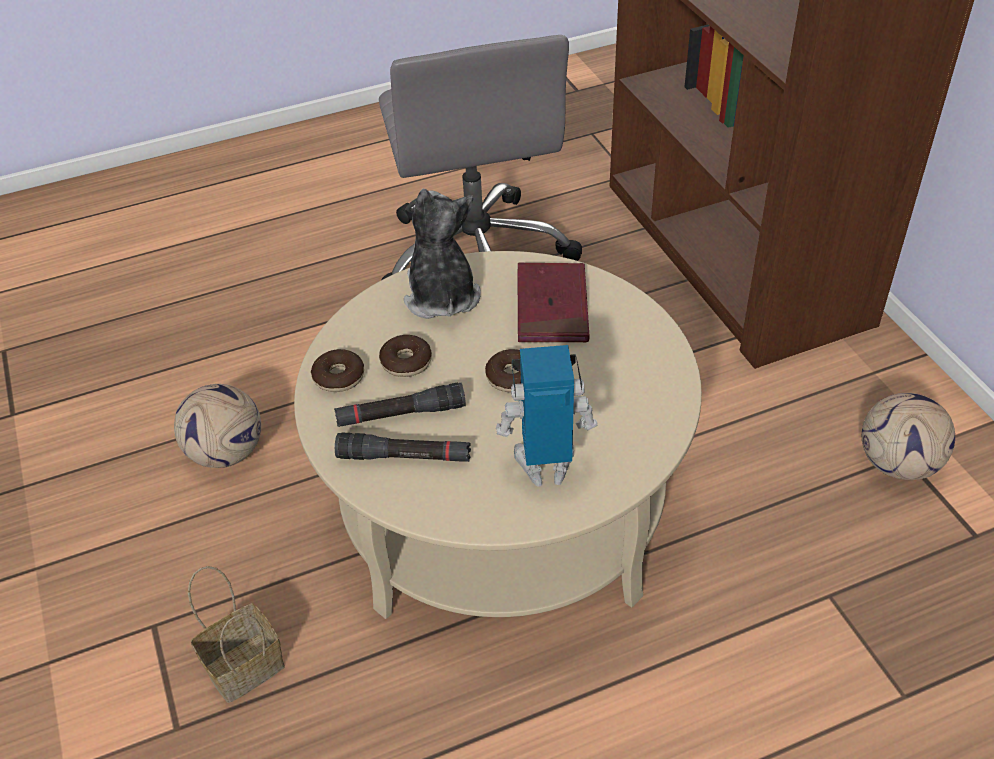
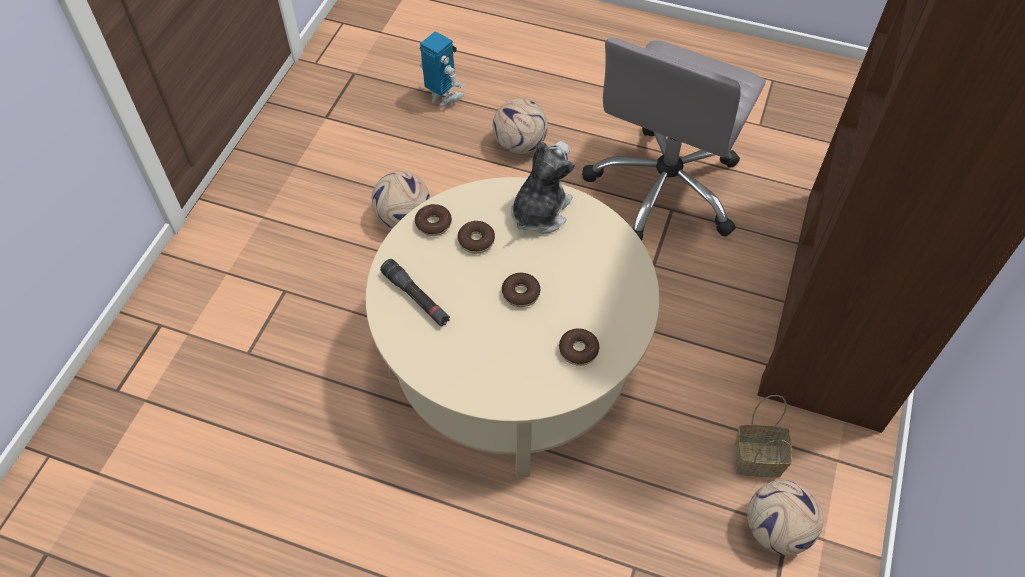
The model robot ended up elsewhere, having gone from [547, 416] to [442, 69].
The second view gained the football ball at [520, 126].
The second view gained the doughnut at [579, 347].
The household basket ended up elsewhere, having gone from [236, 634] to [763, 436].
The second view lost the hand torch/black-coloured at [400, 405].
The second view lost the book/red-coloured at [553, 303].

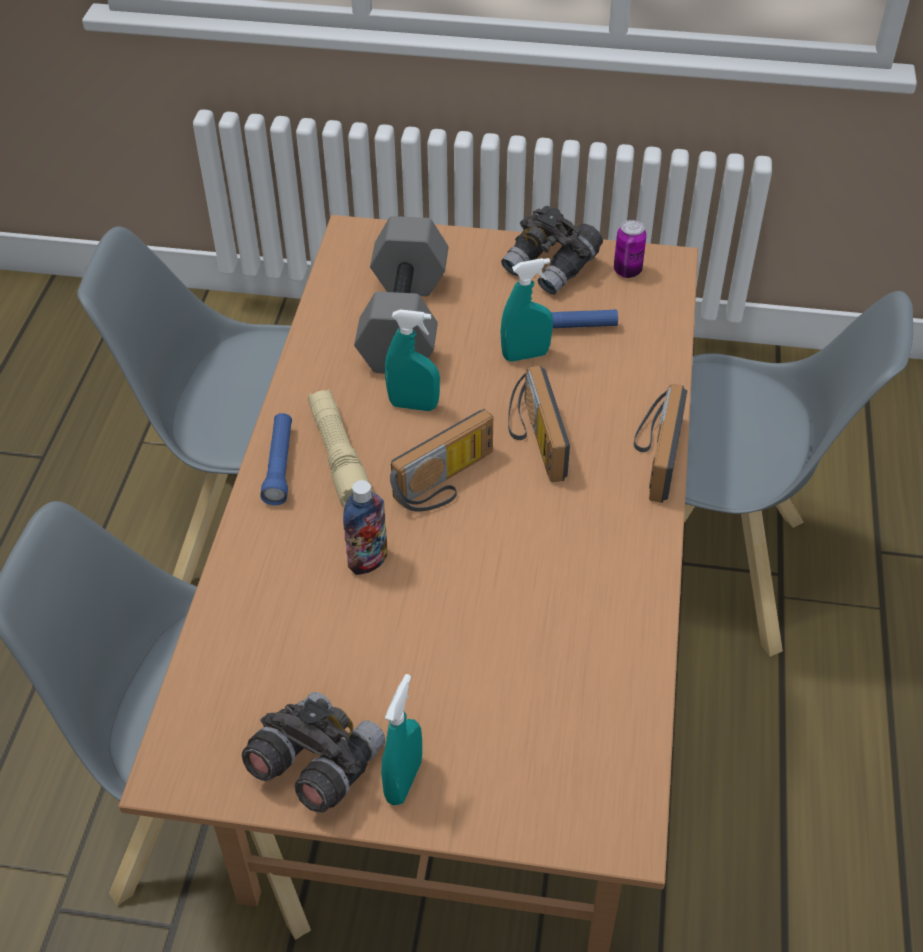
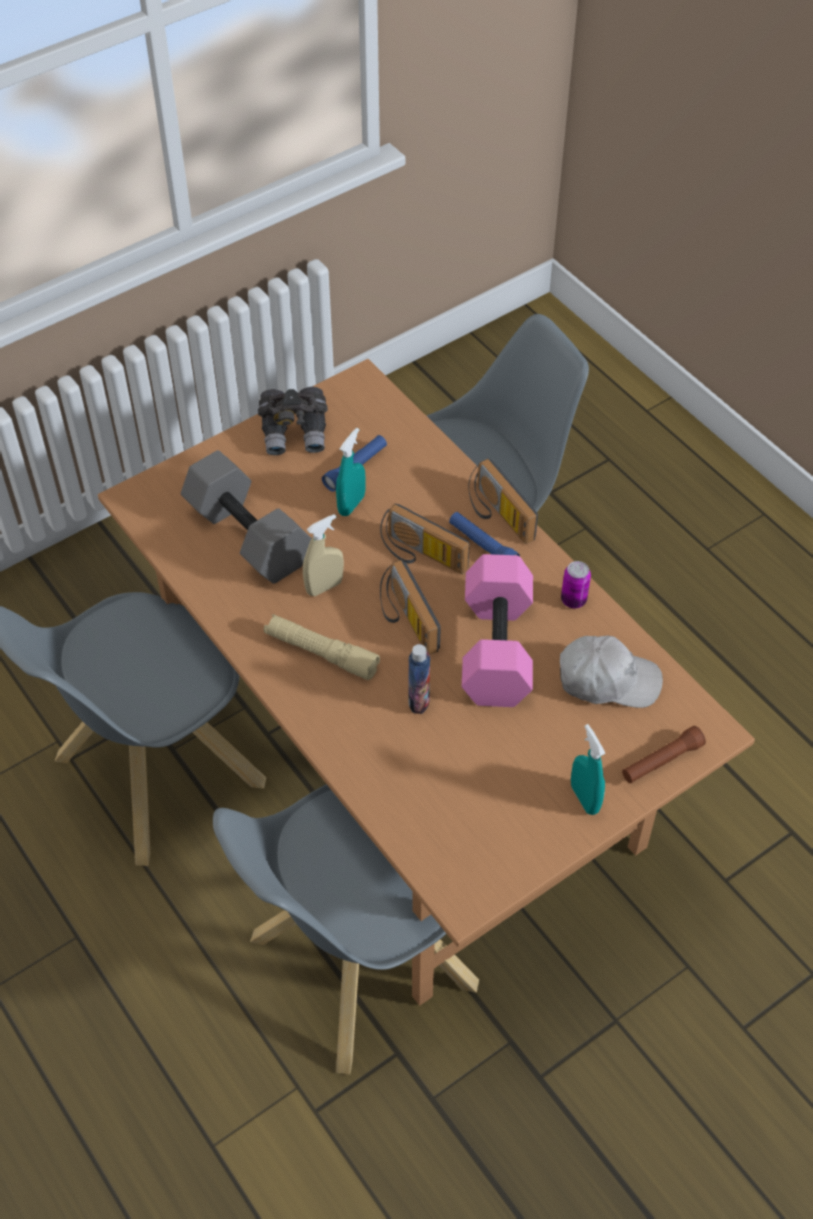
What was the sprayer/blue-green at [412, 360] turned into the sprayer/beige at [323, 555].
The radio at [441, 460] ended up facing another way, 150 degrees clockwise from before.
The hand torch/bluish ended up elsewhere, having gone from [276, 459] to [484, 534].
The second view gained the free weight/pink at [497, 630].
The second view gained the cap/white at [611, 672].
The metal can ended up elsewhere, having gone from [630, 249] to [576, 584].
The second view gained the hand torch/brown at [664, 754].
The second view lost the pair of binoculars/gray at [313, 752].

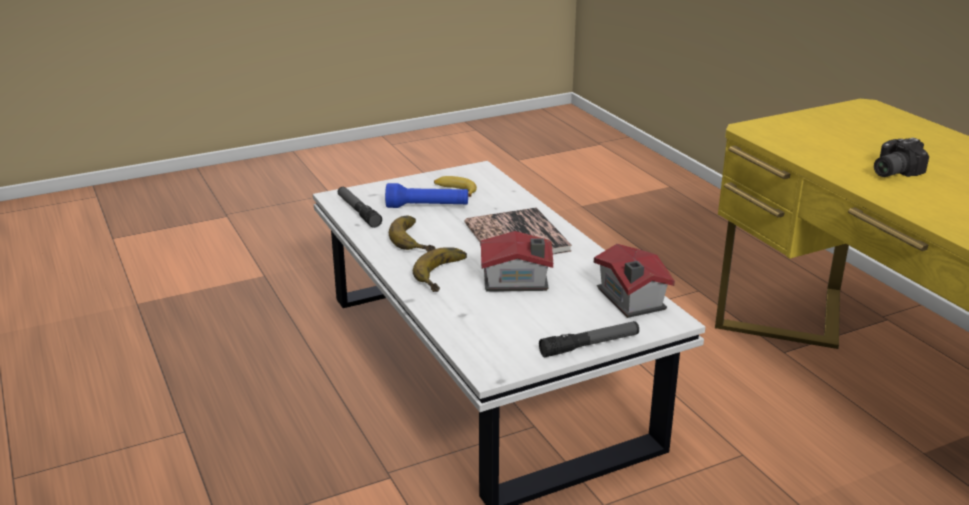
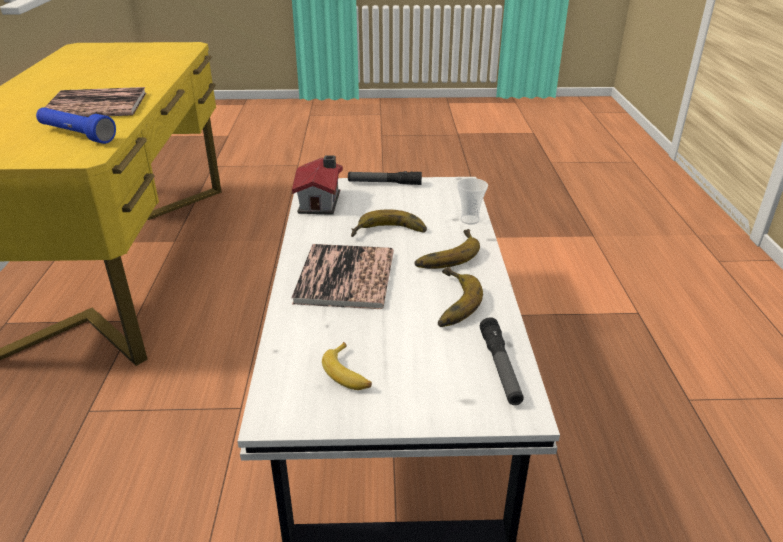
The hand torch/bluish ended up elsewhere, having gone from [426, 195] to [76, 125].
Where the photo camera stood at [901, 157], the book came to stand at [95, 102].
Where the miniature house stood at [516, 261], the banana fruit came to stand at [389, 223].
The second view gained the small cup at [472, 201].

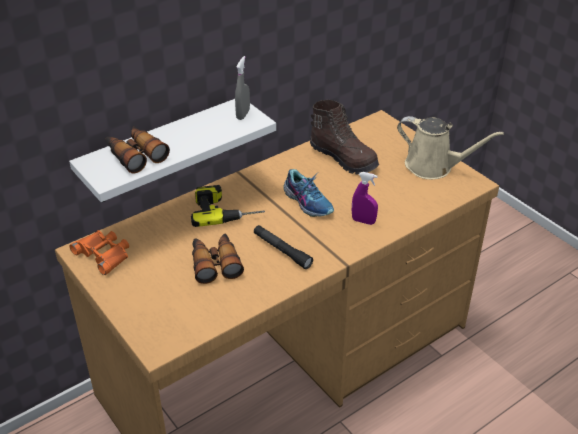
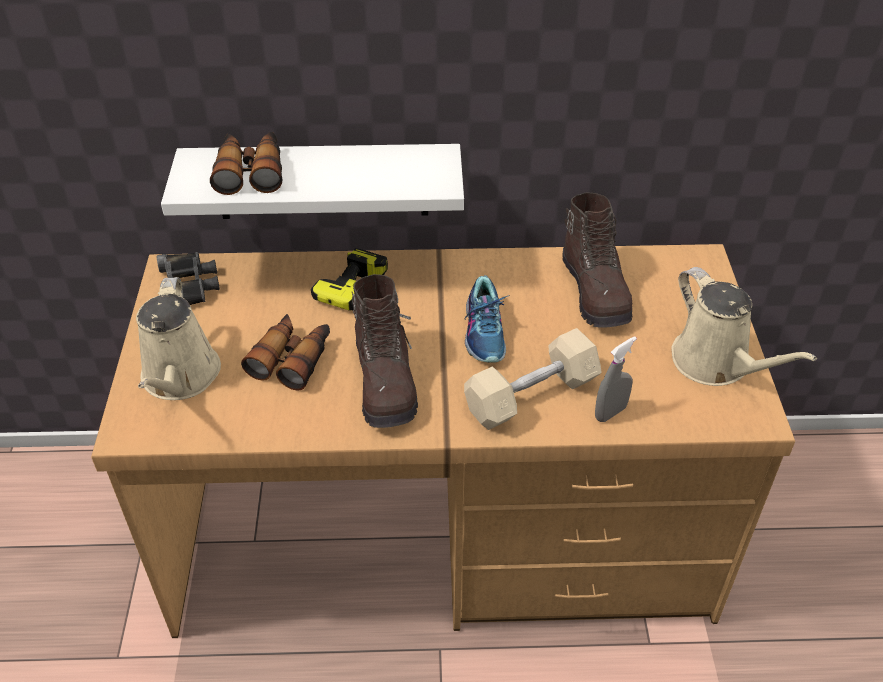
The second view gained the watering can/beige at [178, 338].
What was the pair of binoculars/orange-coloured at [99, 252] turned into the pair of binoculars/black-coloured at [188, 278].
Where the hand torch/black-coloured stood at [283, 247], the tall boot/brown came to stand at [385, 351].
Where the sprayer/purple-coloured stood at [365, 198], the free weight/beige came to stand at [533, 379].
The sprayer/gray ended up elsewhere, having gone from [242, 88] to [616, 379].

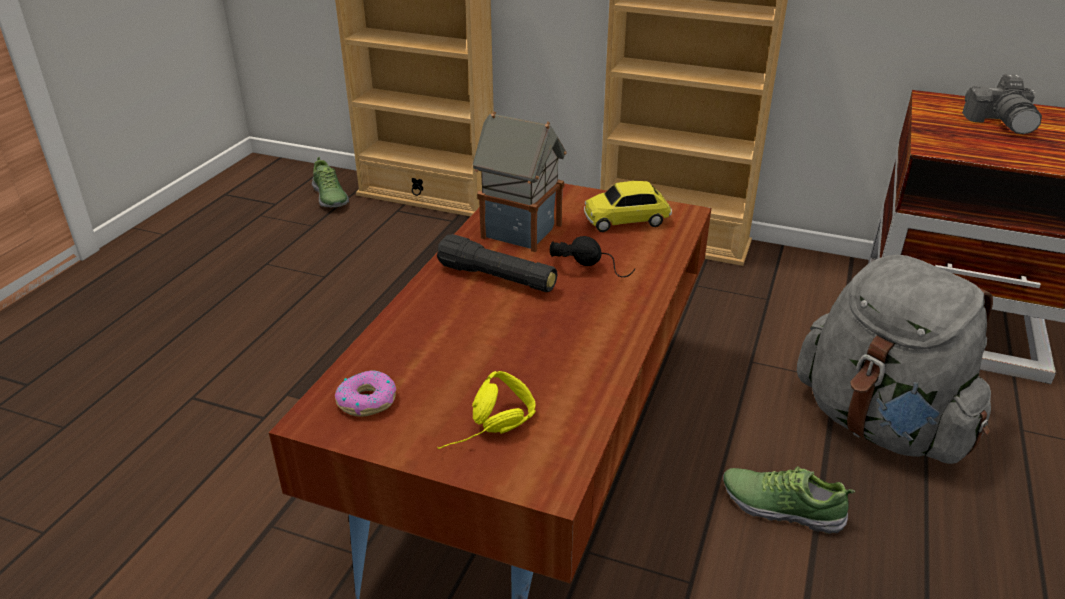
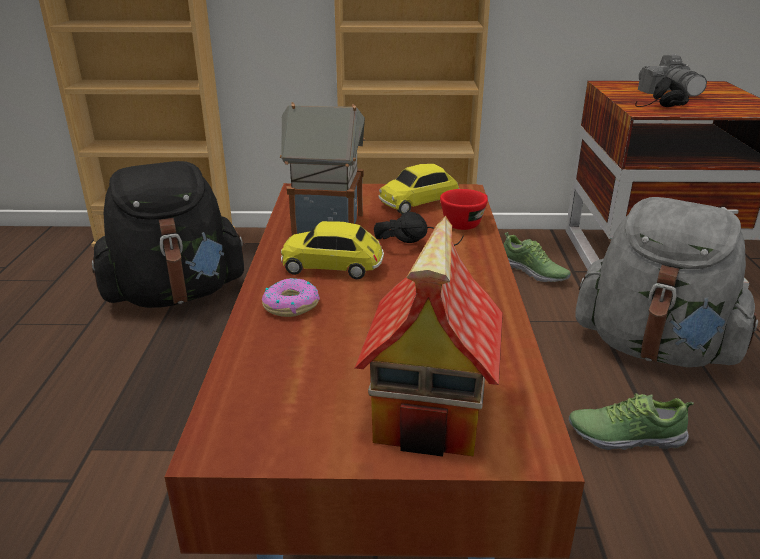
The second view gained the backpack/black-coloured at [169, 234].
The doughnut ended up elsewhere, having gone from [365, 393] to [291, 297].
Where the hand torch/black-coloured stood at [497, 263], the miniature car came to stand at [332, 250].
Where the headset/yellow stood at [486, 410], the miniature house came to stand at [429, 336].
The second view gained the small cup/red-coloured at [464, 209].
The low shoe ended up elsewhere, having gone from [330, 182] to [537, 257].
The second view gained the headset/black-coloured at [662, 92].

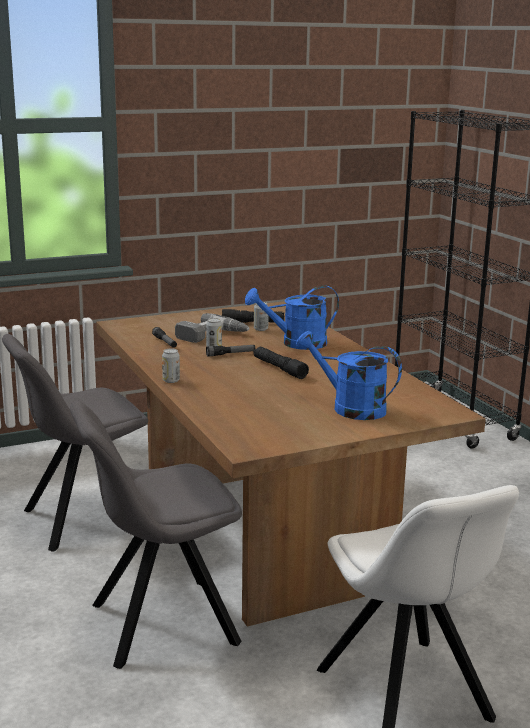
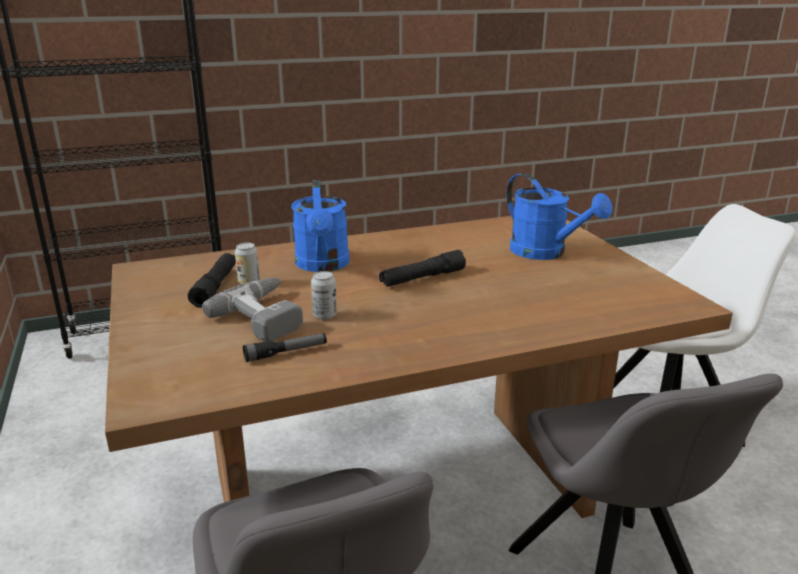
The watering can/bluish at [349, 375] ended up facing another way, 75 degrees counterclockwise from before.
The second view lost the metal can at [171, 366].
The second view lost the hand torch at [230, 351].

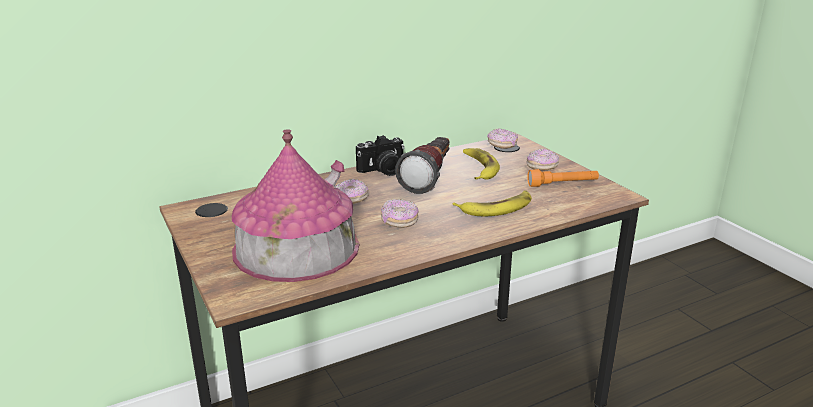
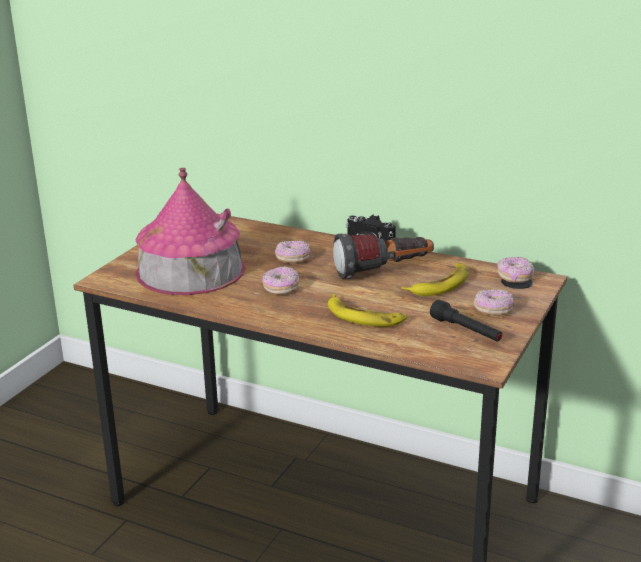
What was the hand torch/orange-coloured at [563, 178] turned into the hand torch/black-coloured at [466, 321].

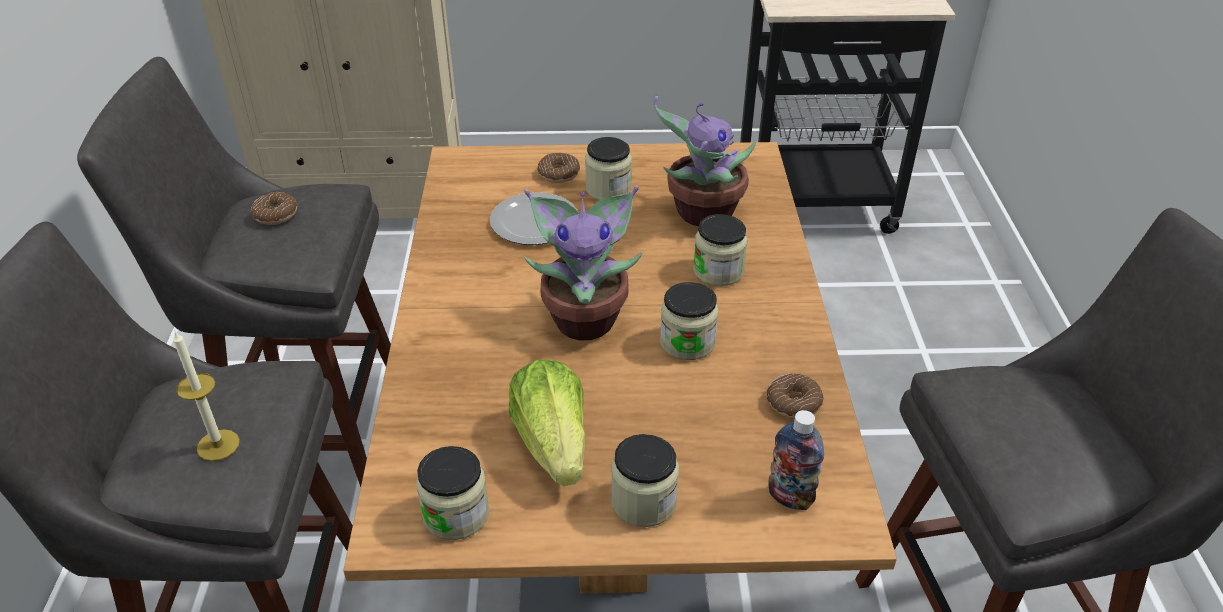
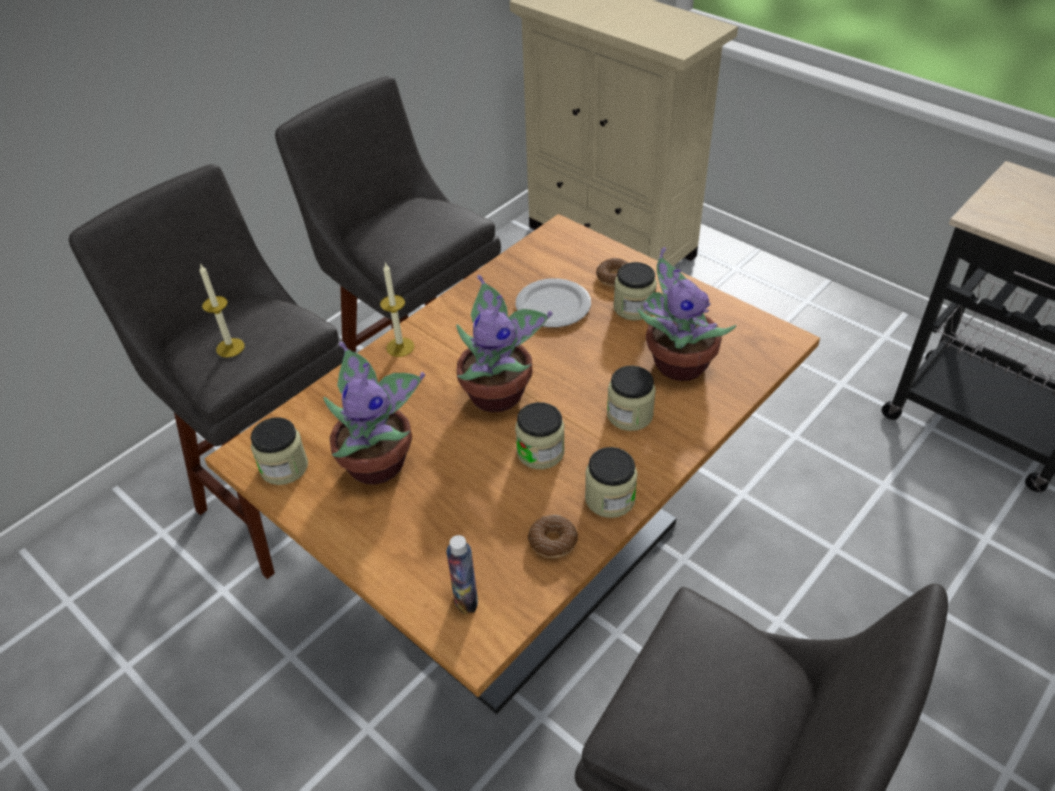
Where the lettuce stood at [547, 423], the potted plant came to stand at [374, 413].
The second view gained the wax candle at [397, 309].
The jar ended up elsewhere, having gone from [645, 480] to [611, 482].
The second view lost the doughnut at [274, 208].

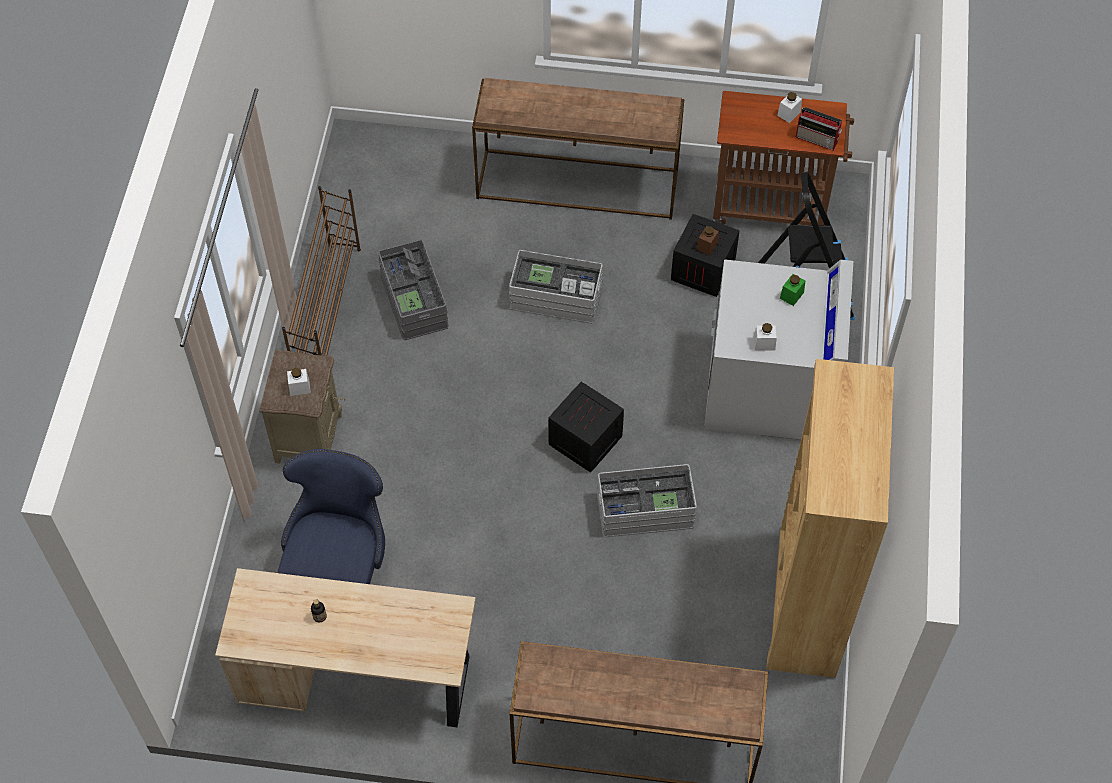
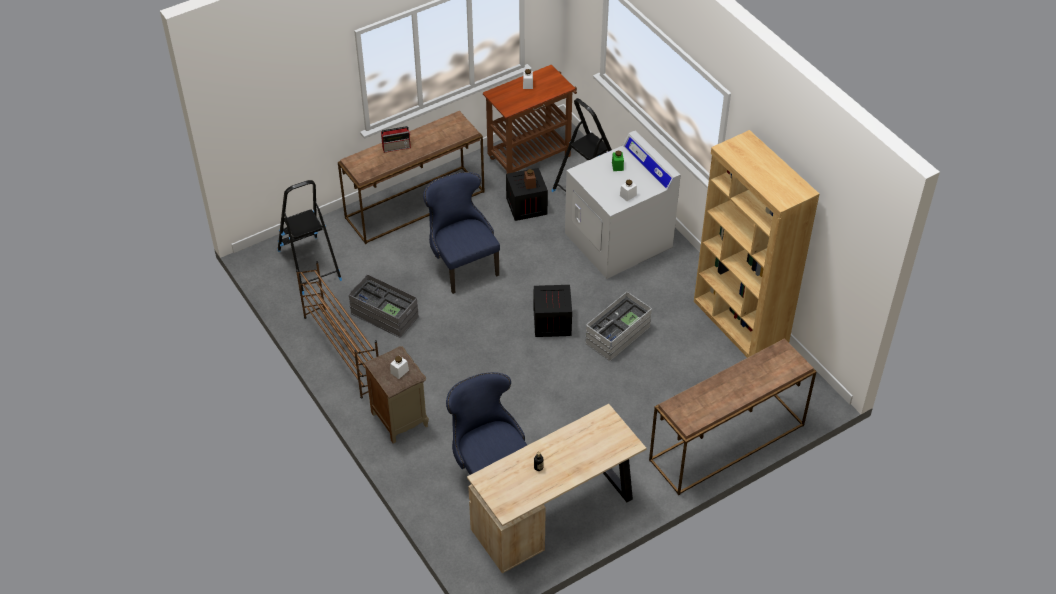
The second view gained the step stool/black-coloured at [309, 237].
The radio ended up elsewhere, having gone from [819, 129] to [396, 139].
Where the storage bin/gray stood at [556, 287], the chair/bluish came to stand at [461, 233].

